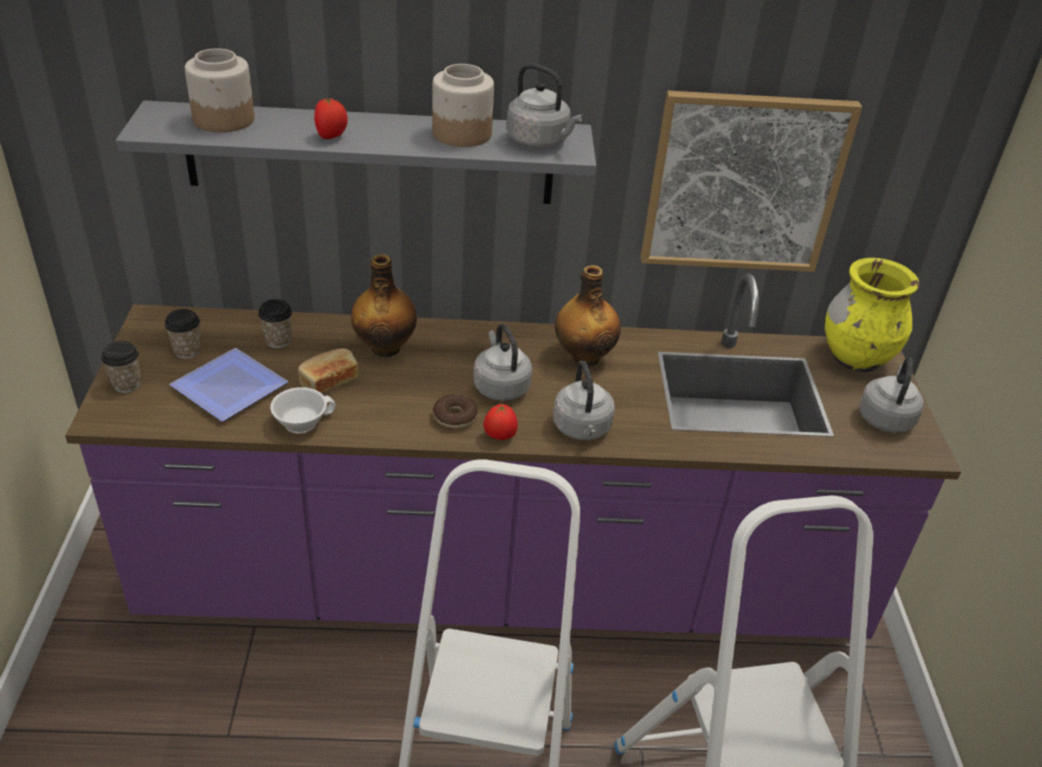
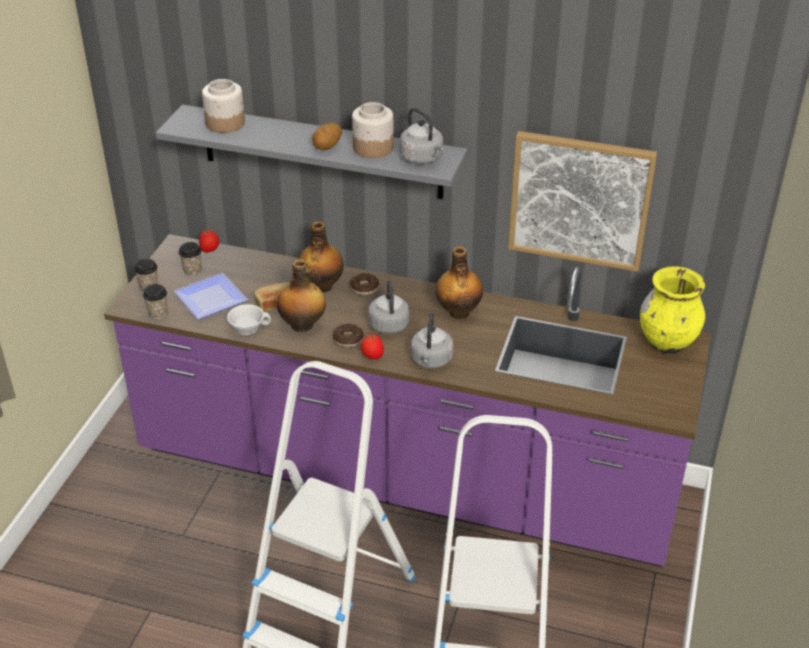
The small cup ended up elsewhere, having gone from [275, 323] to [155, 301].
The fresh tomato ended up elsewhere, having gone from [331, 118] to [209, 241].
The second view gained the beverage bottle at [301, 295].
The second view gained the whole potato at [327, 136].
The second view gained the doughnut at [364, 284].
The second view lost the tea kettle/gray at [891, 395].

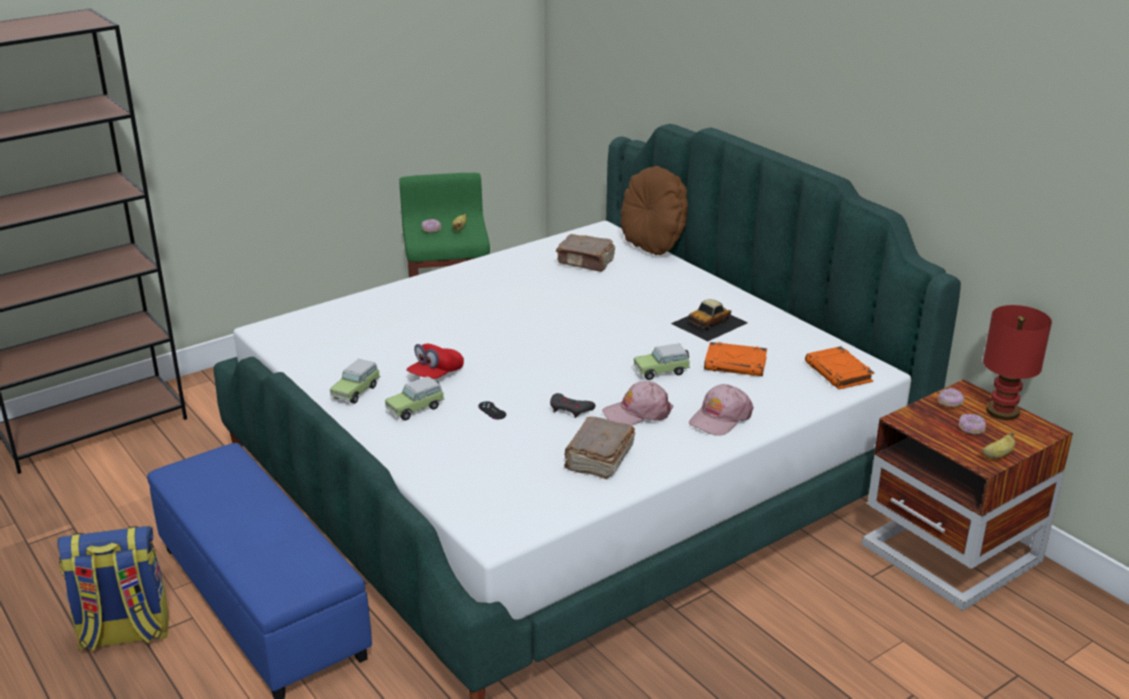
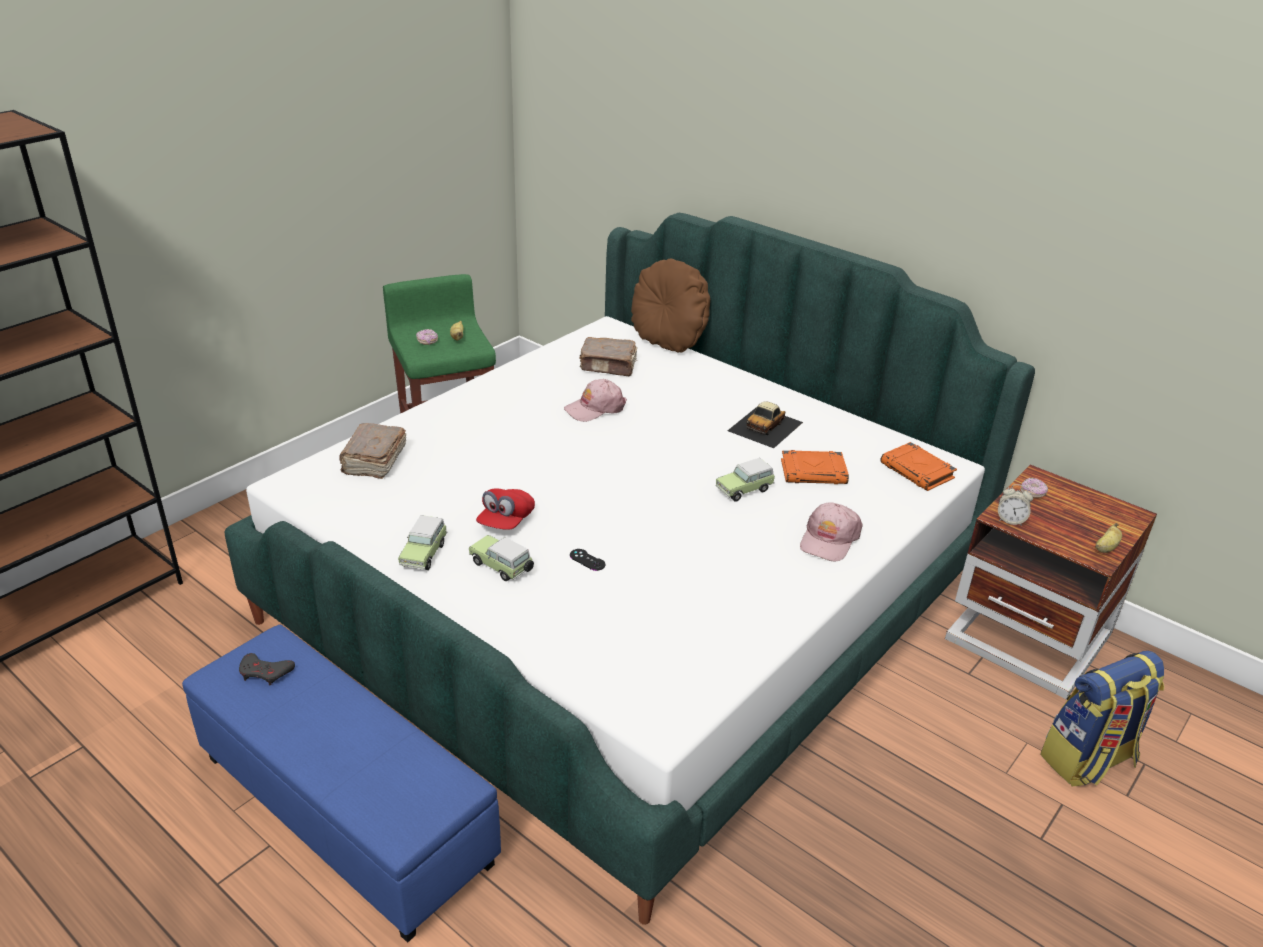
The gamepad/gray ended up elsewhere, having gone from [572, 405] to [267, 669].
The book/brown ended up elsewhere, having gone from [599, 448] to [373, 451].
The miniature car at [415, 398] ended up facing another way, 90 degrees clockwise from before.
The cap/pink ended up elsewhere, having gone from [637, 403] to [595, 400].
The second view gained the bedside clock at [1015, 505].
The backpack ended up elsewhere, having gone from [113, 588] to [1102, 718].
The second view lost the doughnut at [972, 424].
The second view lost the lamp for a table/red-coloured at [1017, 362].

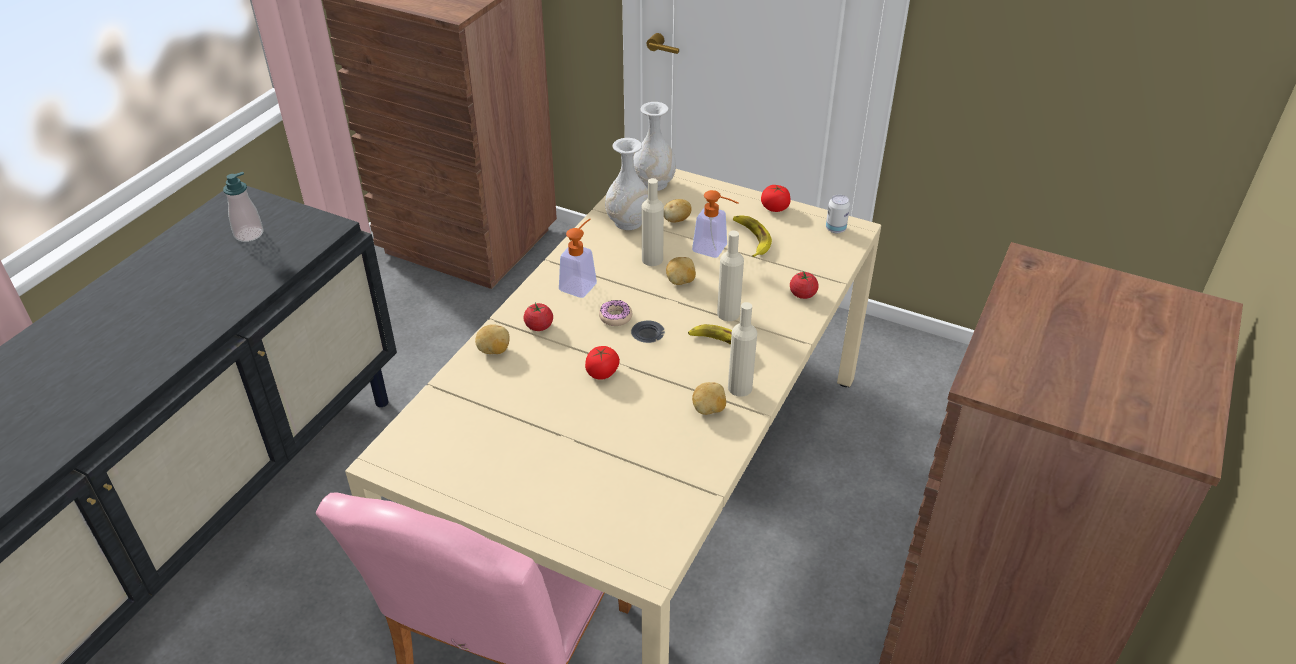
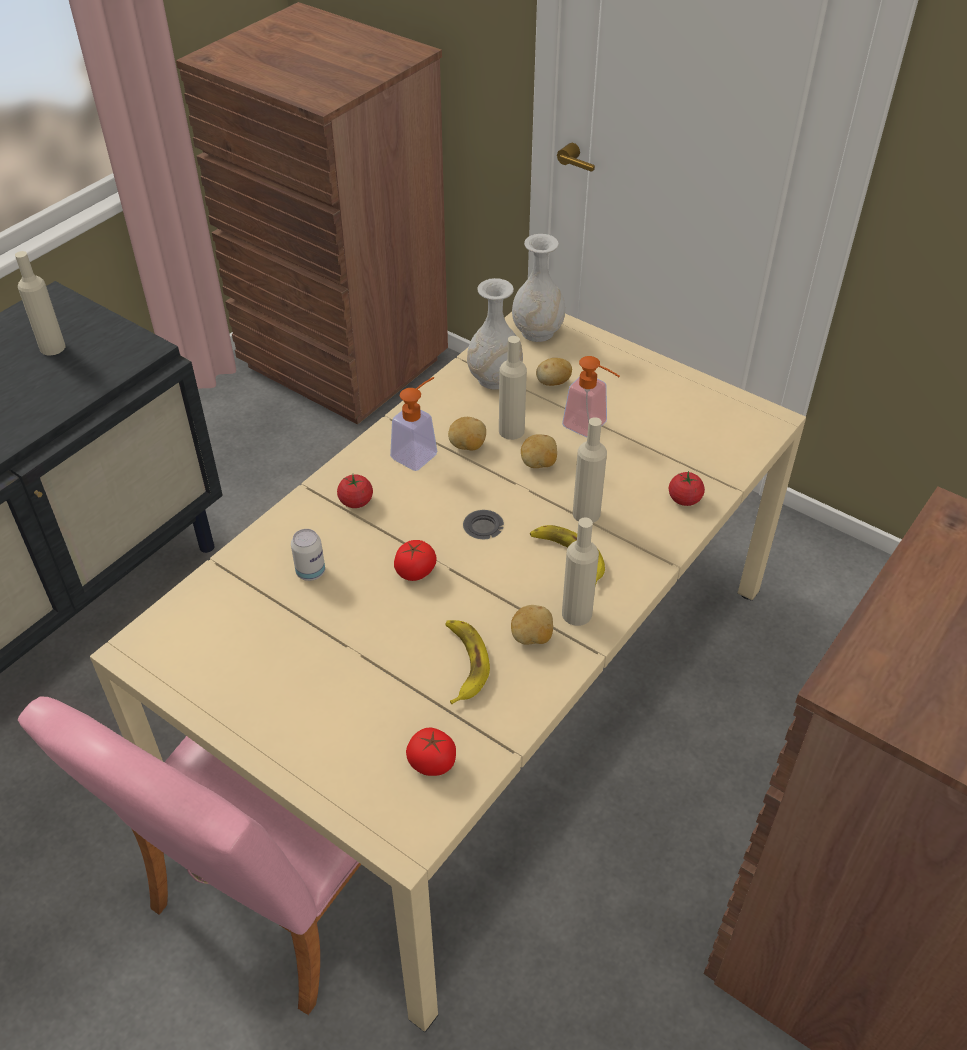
Where the soap dispenser stood at [243, 207], the beverage bottle/beige came to stand at [40, 303].
The metal can ended up elsewhere, having gone from [838, 214] to [308, 555].
The fresh tomato ended up elsewhere, having gone from [776, 198] to [431, 752].
The banana fruit ended up elsewhere, having gone from [752, 236] to [467, 662].
The whole potato ended up elsewhere, having gone from [492, 339] to [467, 434].
The second view lost the doughnut at [615, 313].

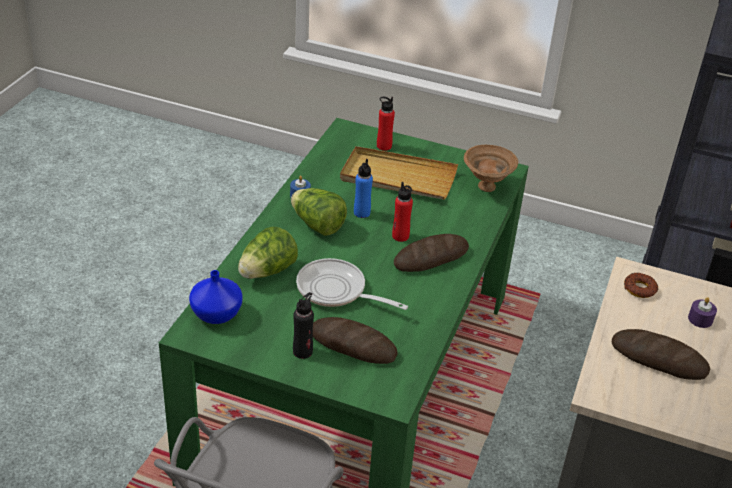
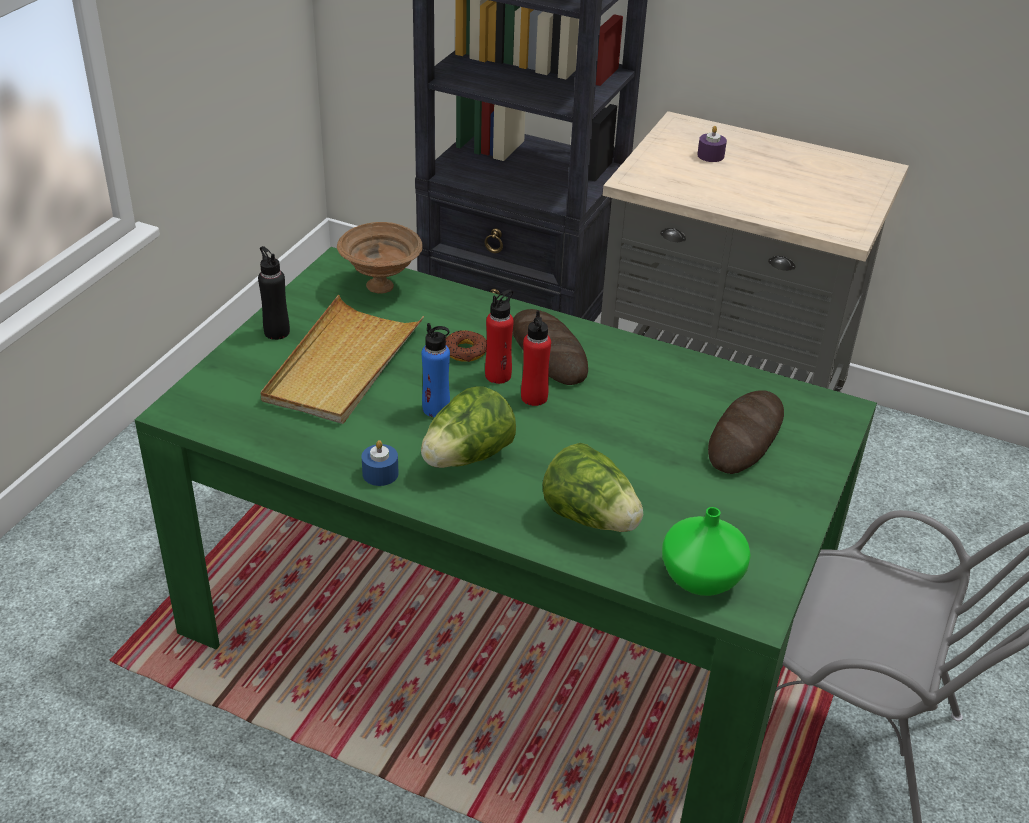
The beverage bottle/black-coloured ended up elsewhere, having gone from [303, 325] to [274, 293].
The doughnut ended up elsewhere, having gone from [641, 285] to [466, 346].
The beverage bottle/red-coloured ended up elsewhere, having gone from [386, 124] to [536, 358].
What was the decorative vase/bluish at [216, 297] turned into the decorative vase/green at [706, 551].
The second view lost the frying pan at [352, 284].
The second view lost the bakery bread at [661, 354].

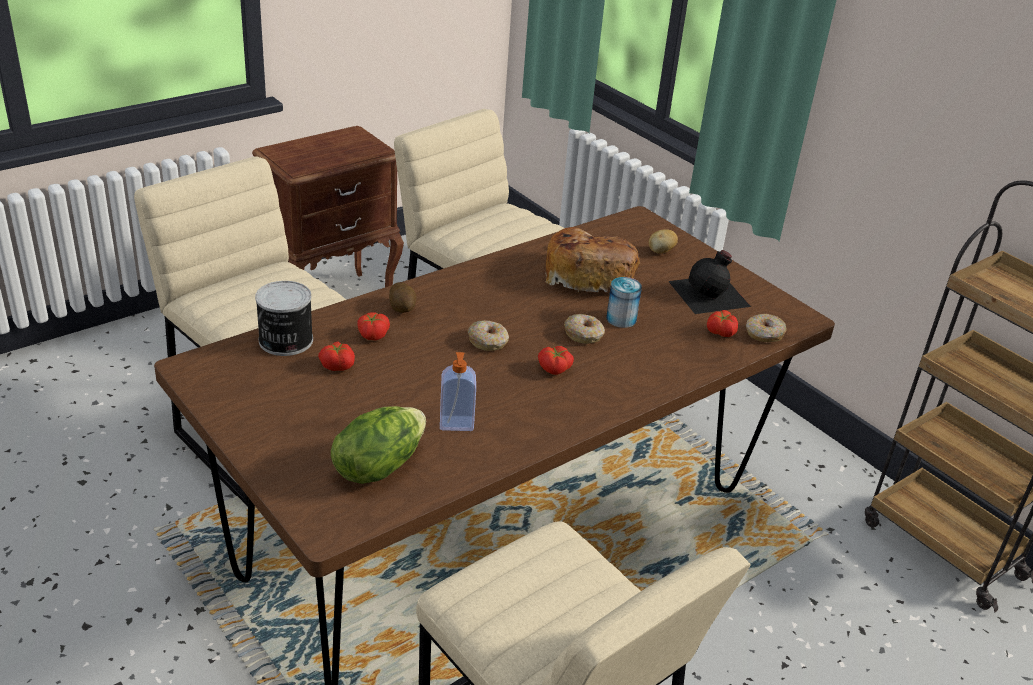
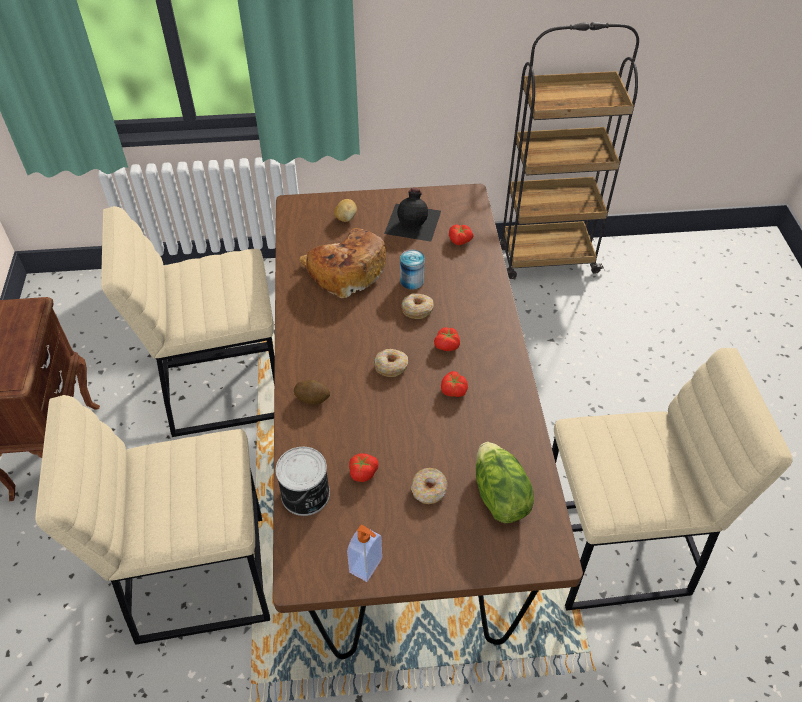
The soap dispenser ended up elsewhere, having gone from [458, 391] to [364, 553].
The doughnut ended up elsewhere, having gone from [766, 328] to [429, 486].
The fresh tomato ended up elsewhere, having gone from [373, 326] to [454, 384].

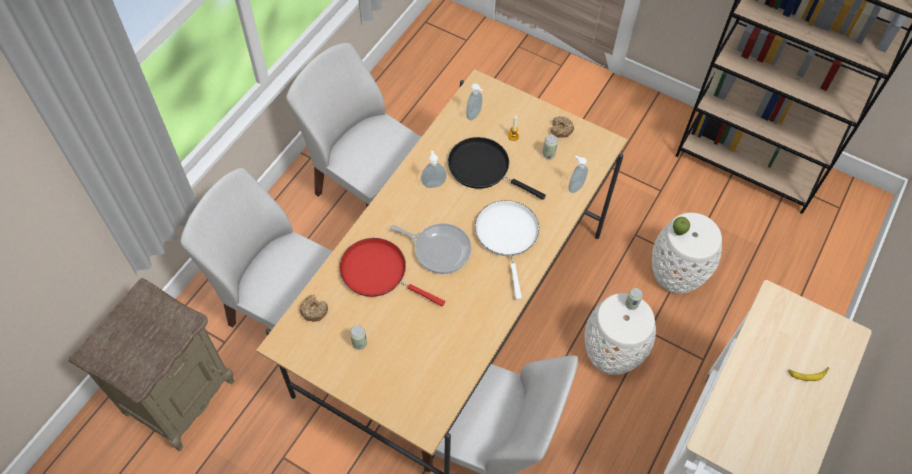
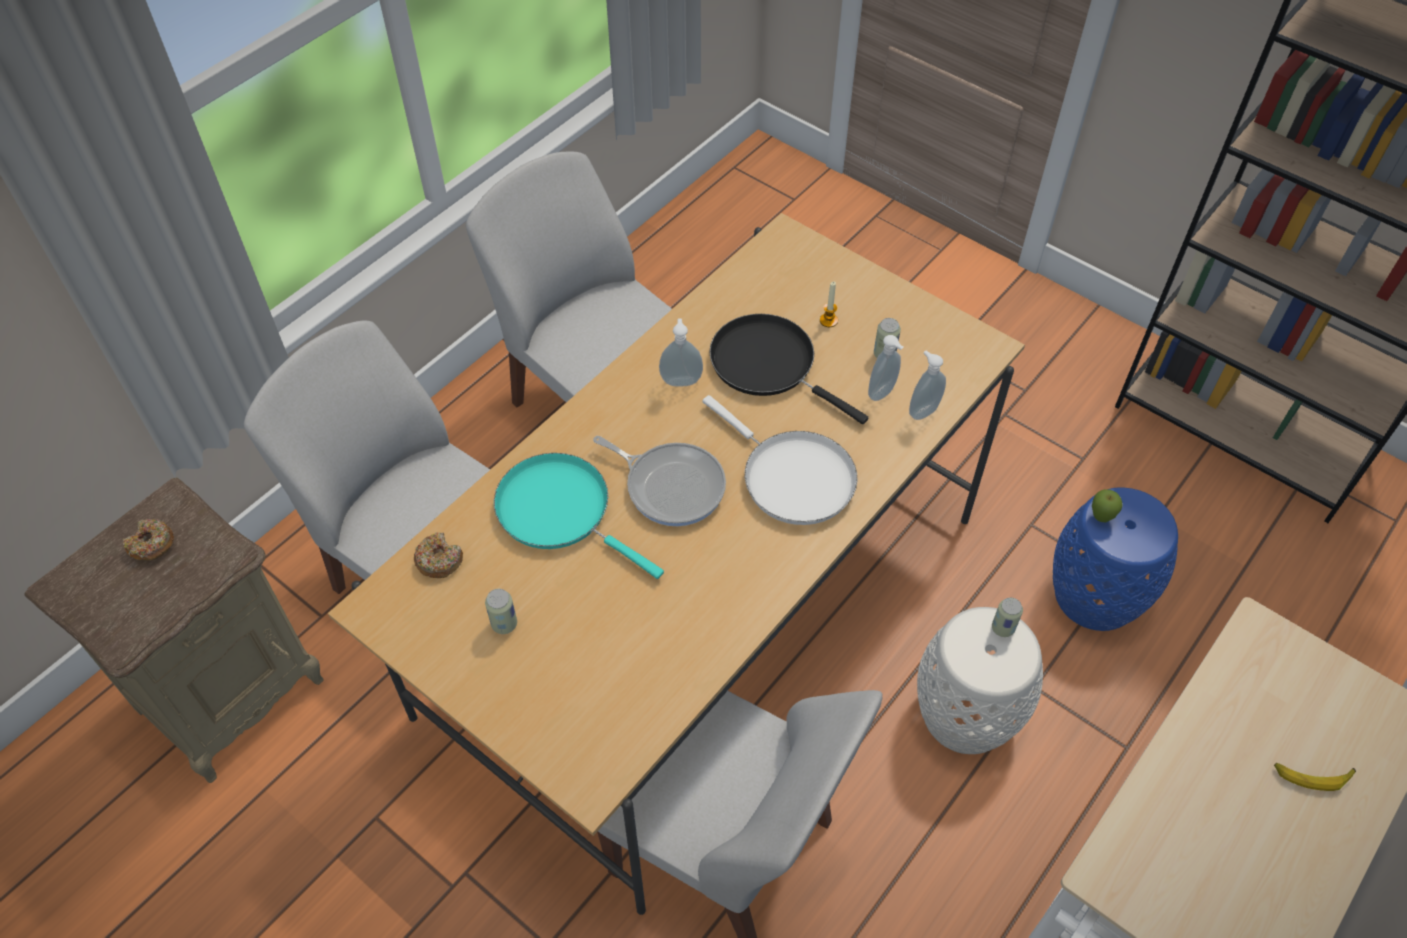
The doughnut ended up elsewhere, having gone from [562, 127] to [148, 539].
What was the frying pan/red-coloured at [392, 272] turned into the frying pan/blue-green at [579, 516].
The frying pan/white at [507, 250] ended up facing another way, 135 degrees clockwise from before.
The soap dispenser ended up elsewhere, having gone from [474, 101] to [886, 368].
What was the stool seat/white at [687, 253] turned into the stool seat/bluish at [1115, 559].

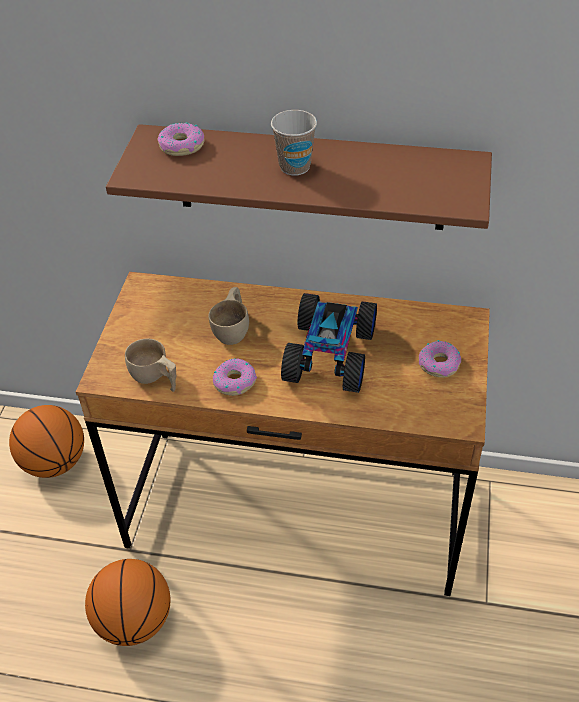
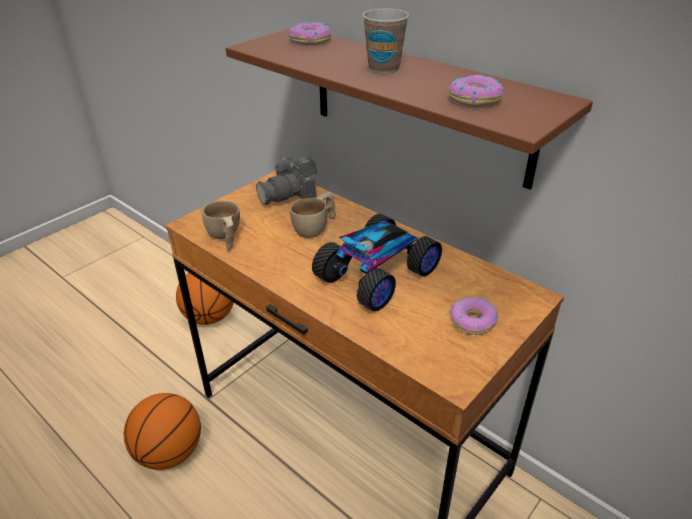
The second view gained the photo camera at [286, 181].
The doughnut ended up elsewhere, having gone from [235, 377] to [476, 91].

